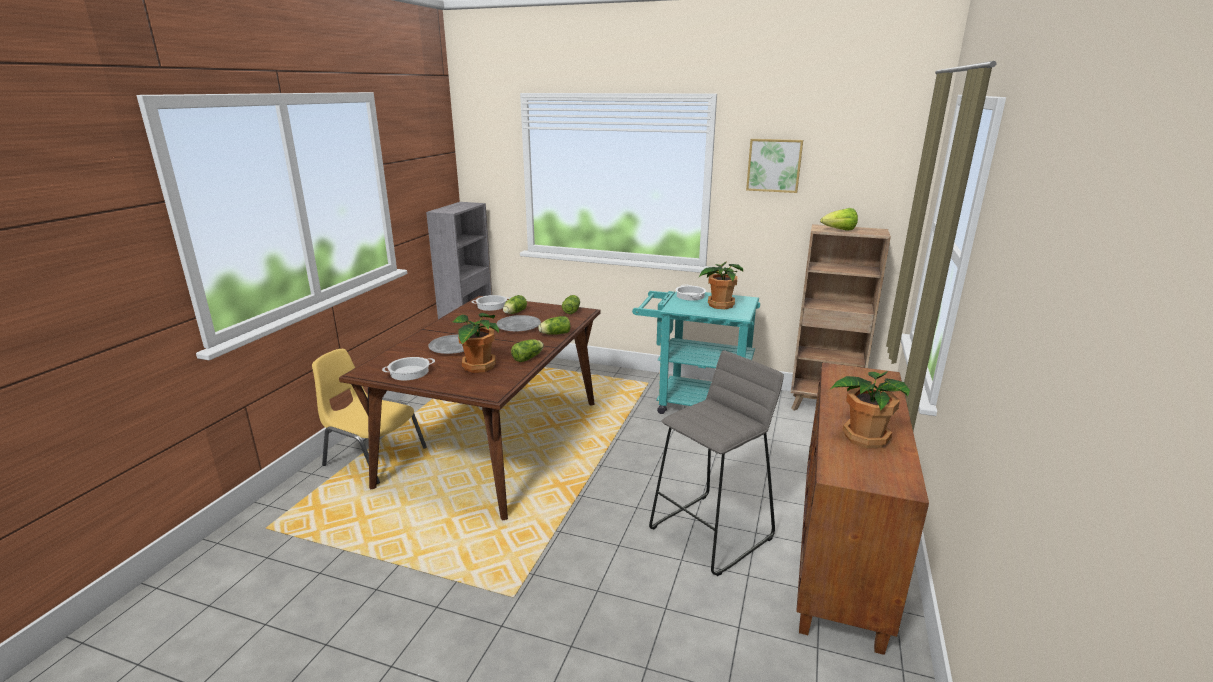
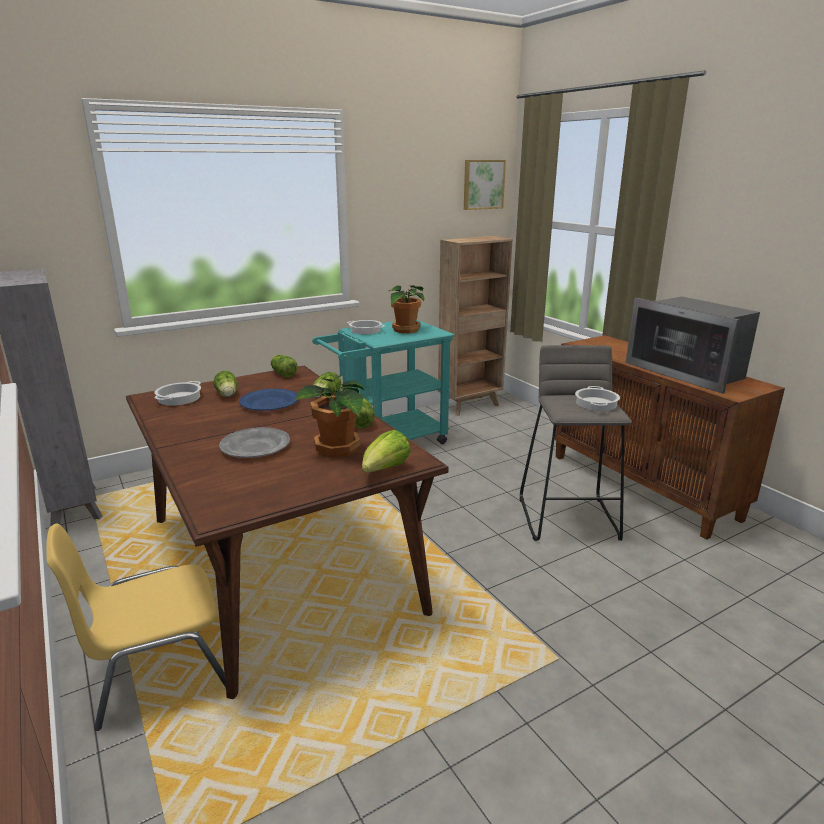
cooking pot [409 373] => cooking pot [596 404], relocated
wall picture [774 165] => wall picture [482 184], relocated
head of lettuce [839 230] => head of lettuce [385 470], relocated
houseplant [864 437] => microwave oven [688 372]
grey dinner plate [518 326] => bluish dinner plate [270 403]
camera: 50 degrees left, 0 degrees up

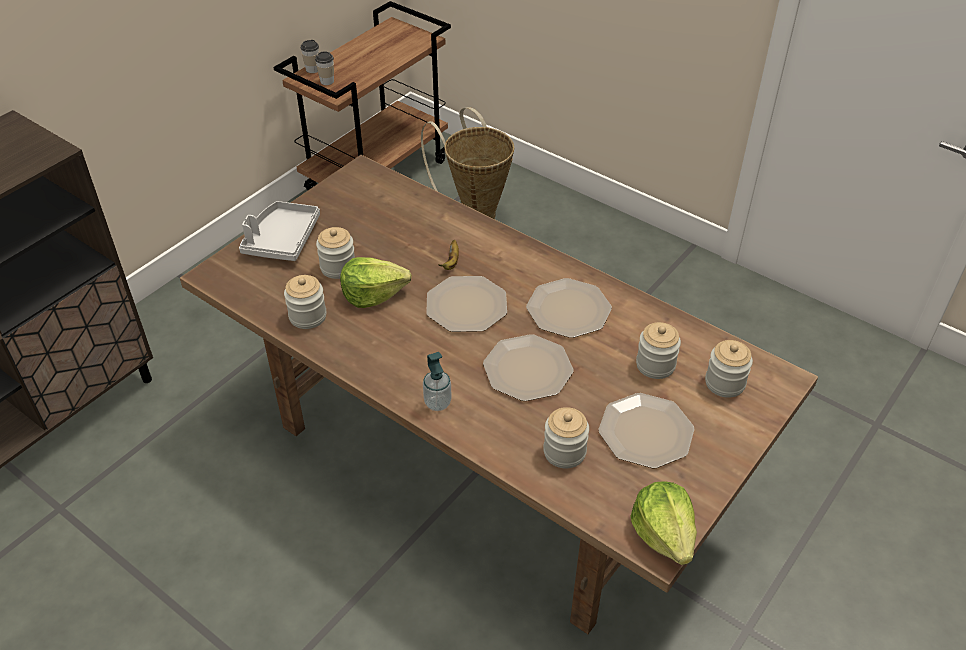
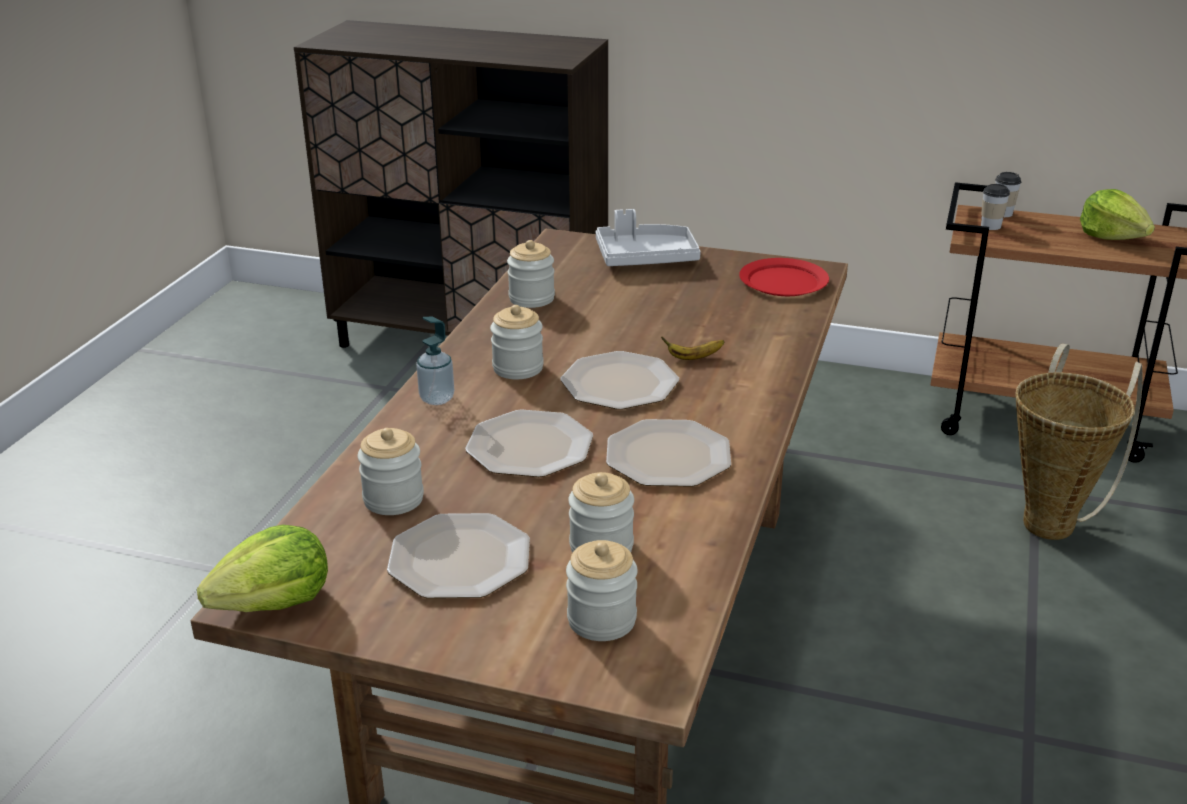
nothing => red dinner plate [783 282]
jar [338 267] => jar [518 368], relocated
head of lettuce [373 294] => head of lettuce [1112 236], relocated
camera: 70 degrees right, 15 degrees down

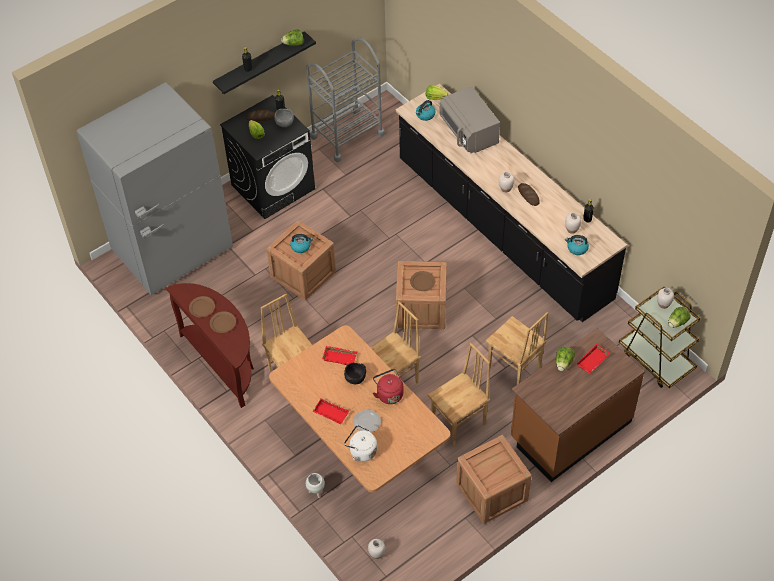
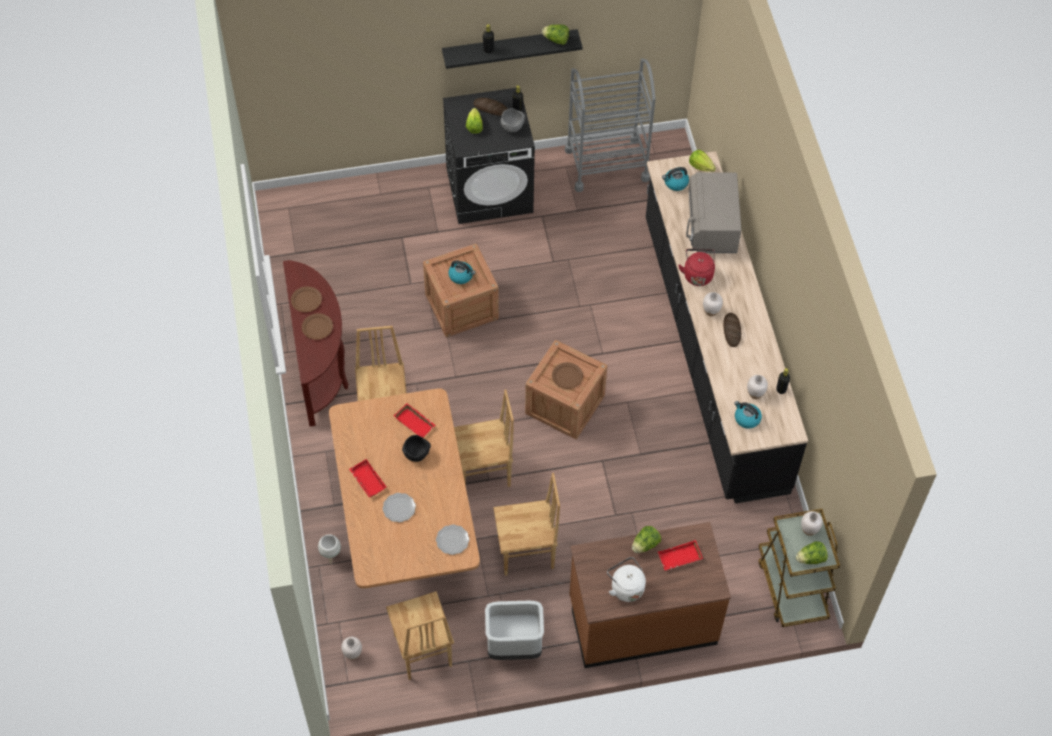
grey refrigerator [173 251] => nothing
nothing => dinner plate [452 540]
white water kettle [361 451] => white water kettle [625 587], relocated
red water kettle [389 393] => red water kettle [697 274], relocated
brownish chair [513 369] => brownish chair [422 651], relocated
crate [491 492] => grey rubbish bin [513 647]
camera: 25 degrees right, 5 degrees up

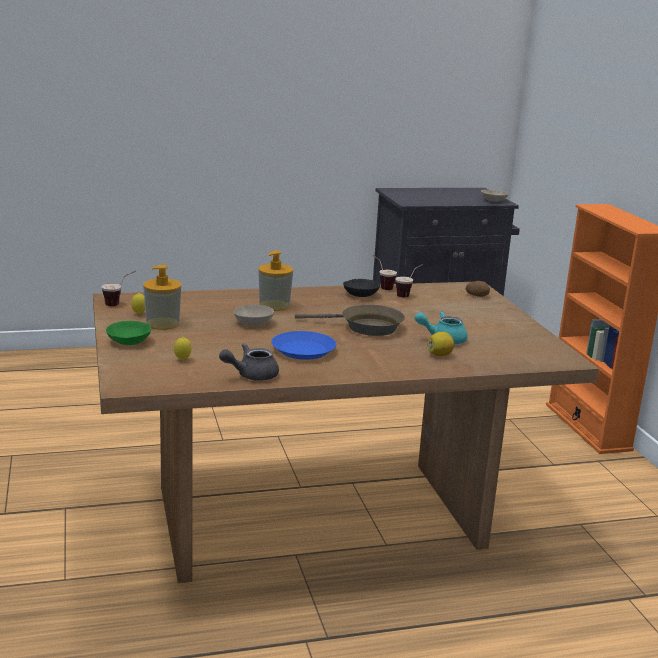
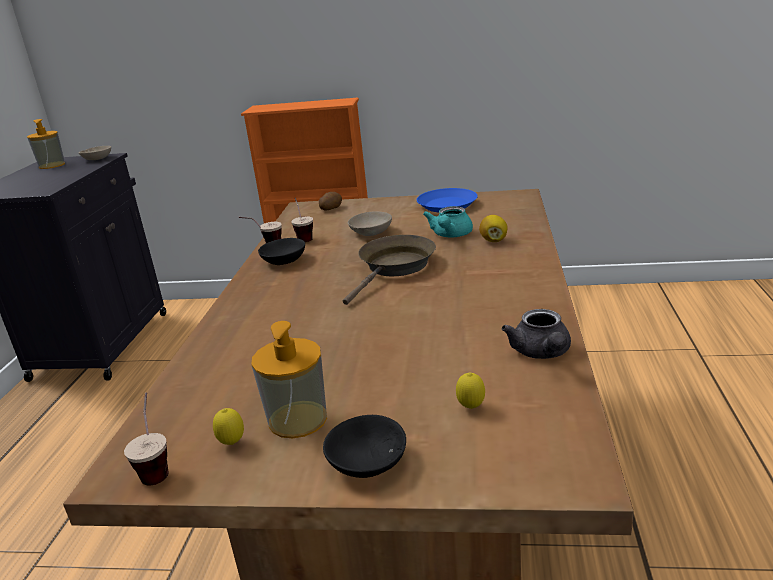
sand-coloured bowl [254 323] => sand-coloured bowl [372 232], relocated
soap dispenser [274 305] => soap dispenser [52 165], relocated
bluish dinner plate [302 350] => bluish dinner plate [447 205], relocated
green-coloured bowl [129 341] => black-coloured bowl [365 461]
camera: 65 degrees left, 5 degrees up

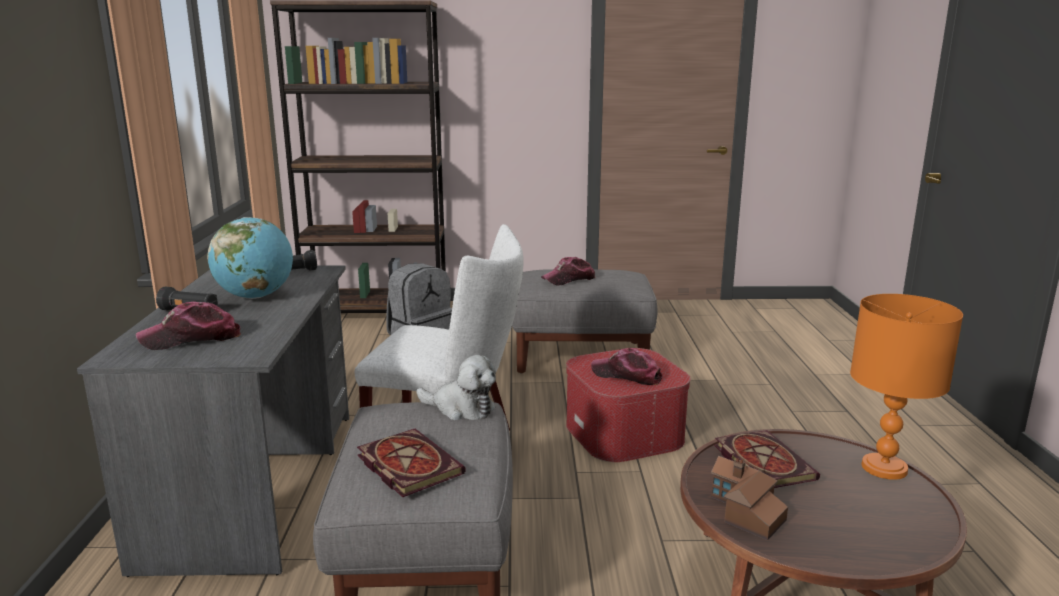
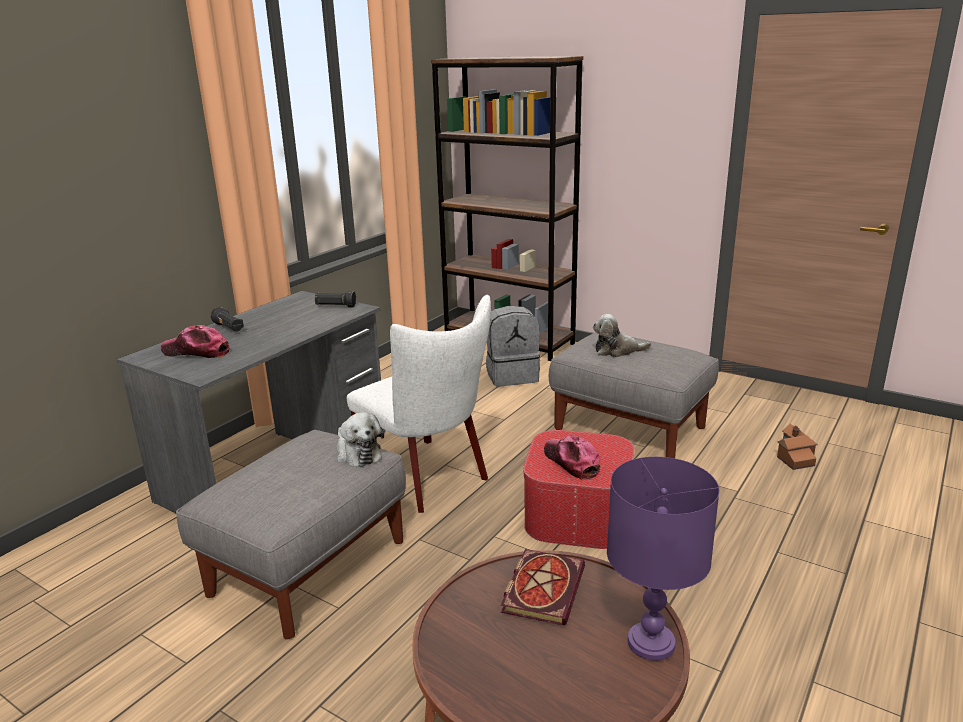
world globe [256 296] => nothing
book [406 465] => nothing
miniature house [744 512] => miniature house [794 456], relocated
baseball cap [569 279] => plush toy [617 351]
orange tabletop lamp [885 468] => purple tabletop lamp [651 643]
camera: 35 degrees right, 5 degrees up

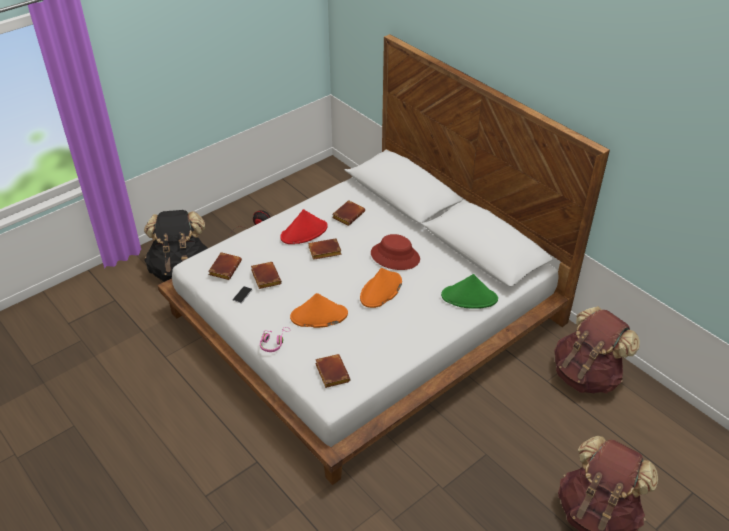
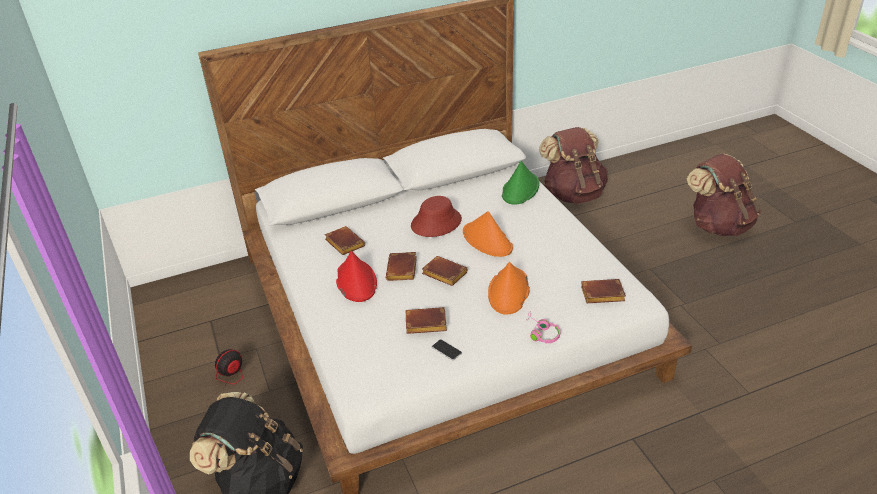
brownish book [224 268] => brownish book [443 274], relocated
camera: 70 degrees left, 5 degrees down

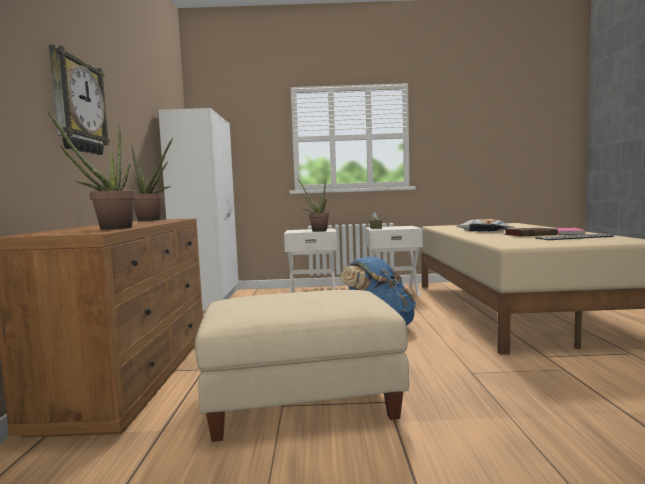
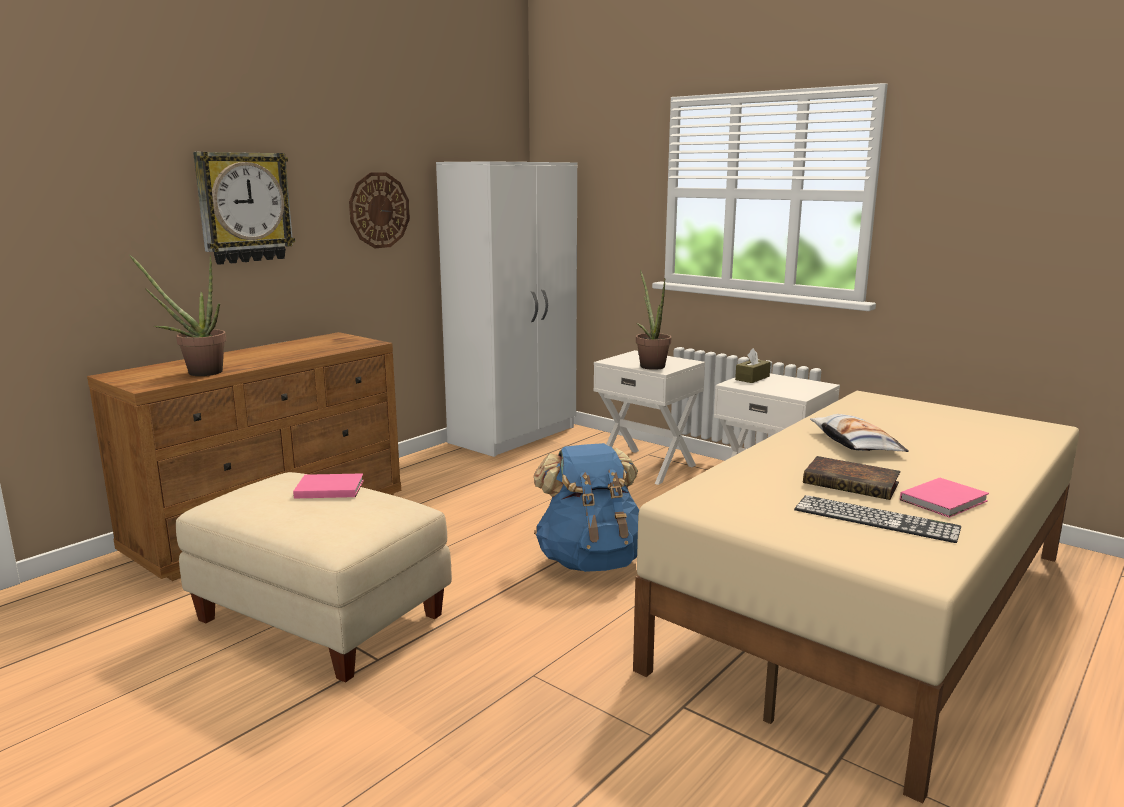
houseplant [152 220] => nothing
nothing => pink-coloured book [328 489]
nothing => hanging clock [379 210]
camera: 40 degrees right, 10 degrees up

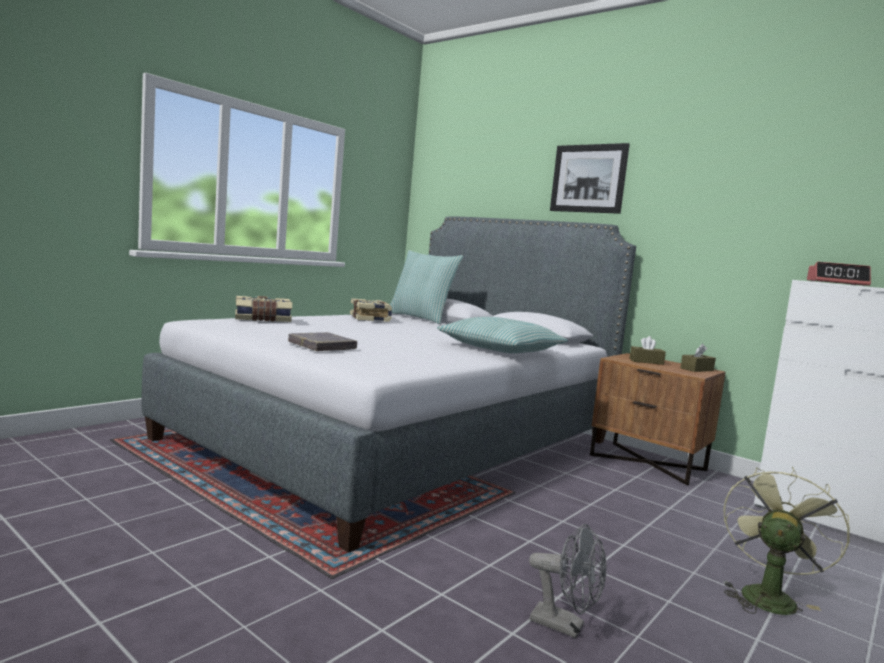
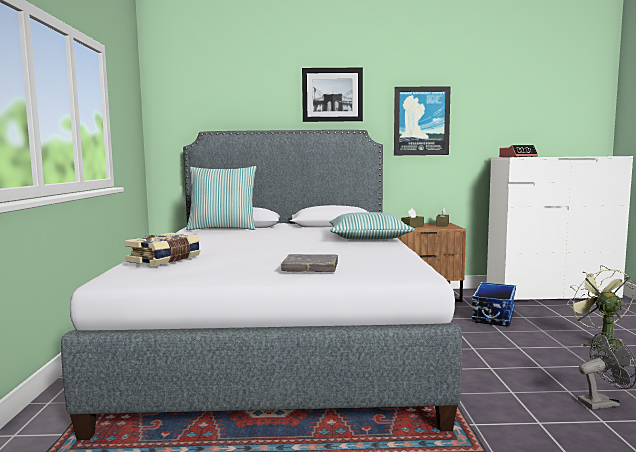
book [371 319] => nothing
nothing => wall picture [421 121]
nothing => storage box [493 315]
camera: 40 degrees left, 0 degrees up

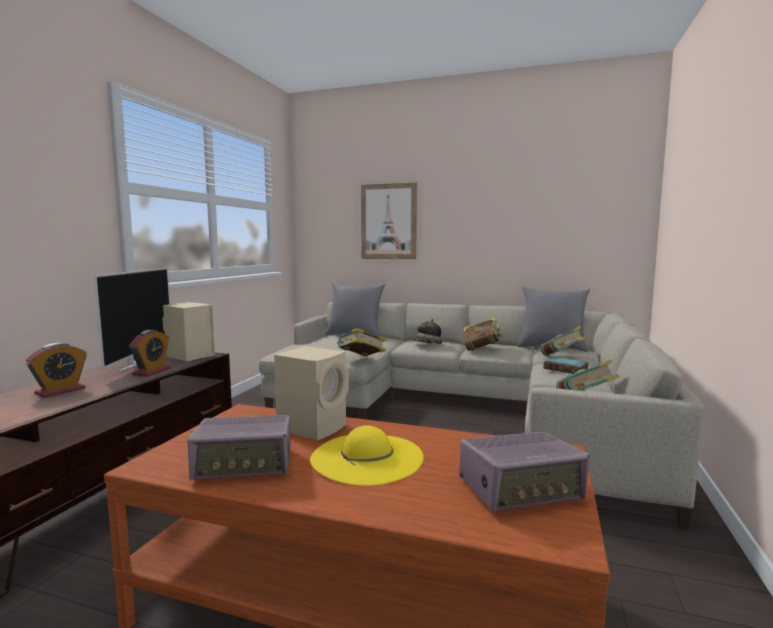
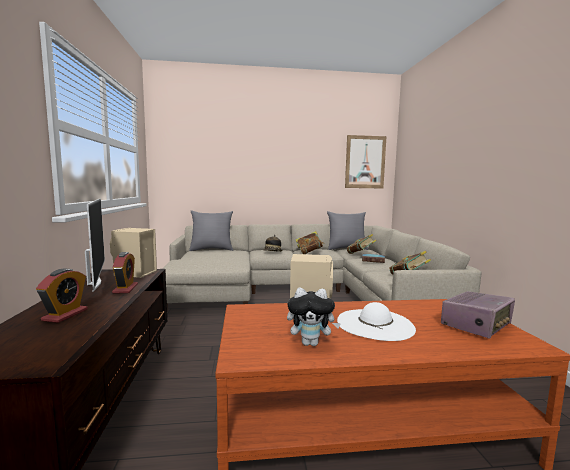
book [361 359] => nothing
wall picture [388 221] => wall picture [365 162], relocated
radio [245 465] => plush toy [311 343]
yellowish wearable hat [367 458] => white wearable hat [375 324]
camera: 25 degrees left, 0 degrees up

